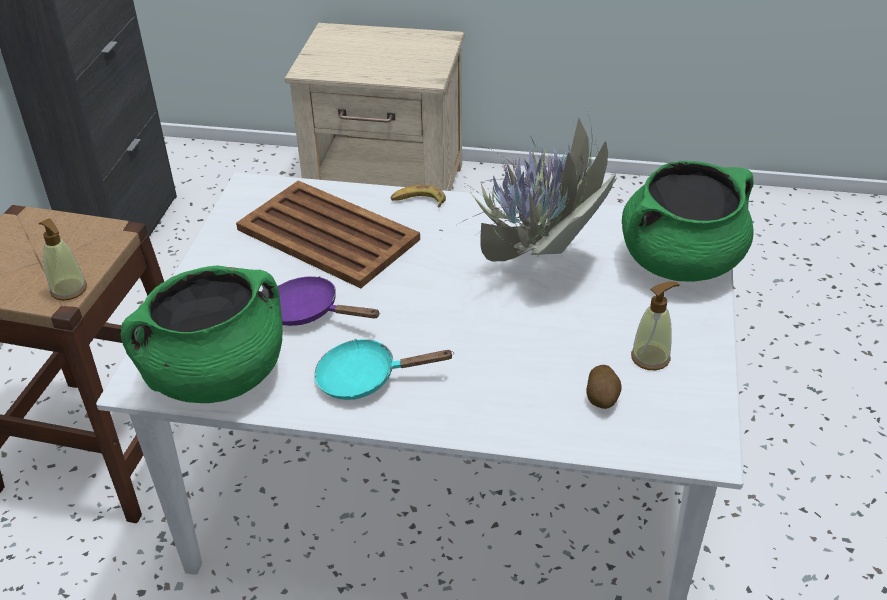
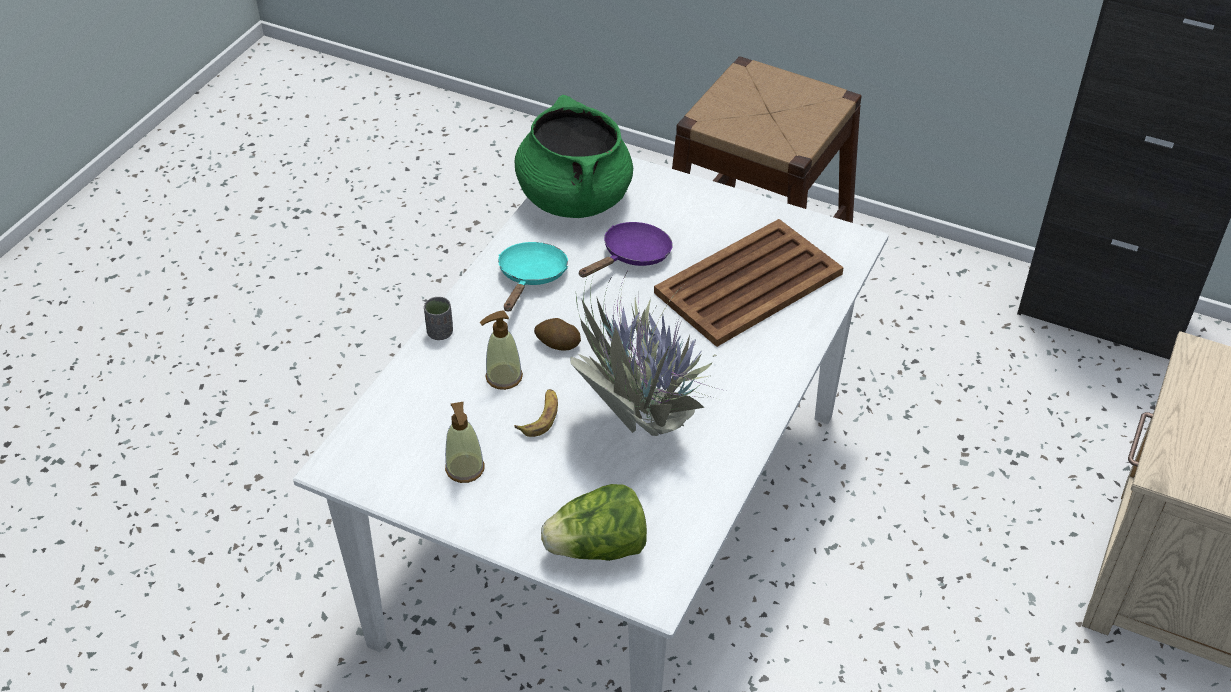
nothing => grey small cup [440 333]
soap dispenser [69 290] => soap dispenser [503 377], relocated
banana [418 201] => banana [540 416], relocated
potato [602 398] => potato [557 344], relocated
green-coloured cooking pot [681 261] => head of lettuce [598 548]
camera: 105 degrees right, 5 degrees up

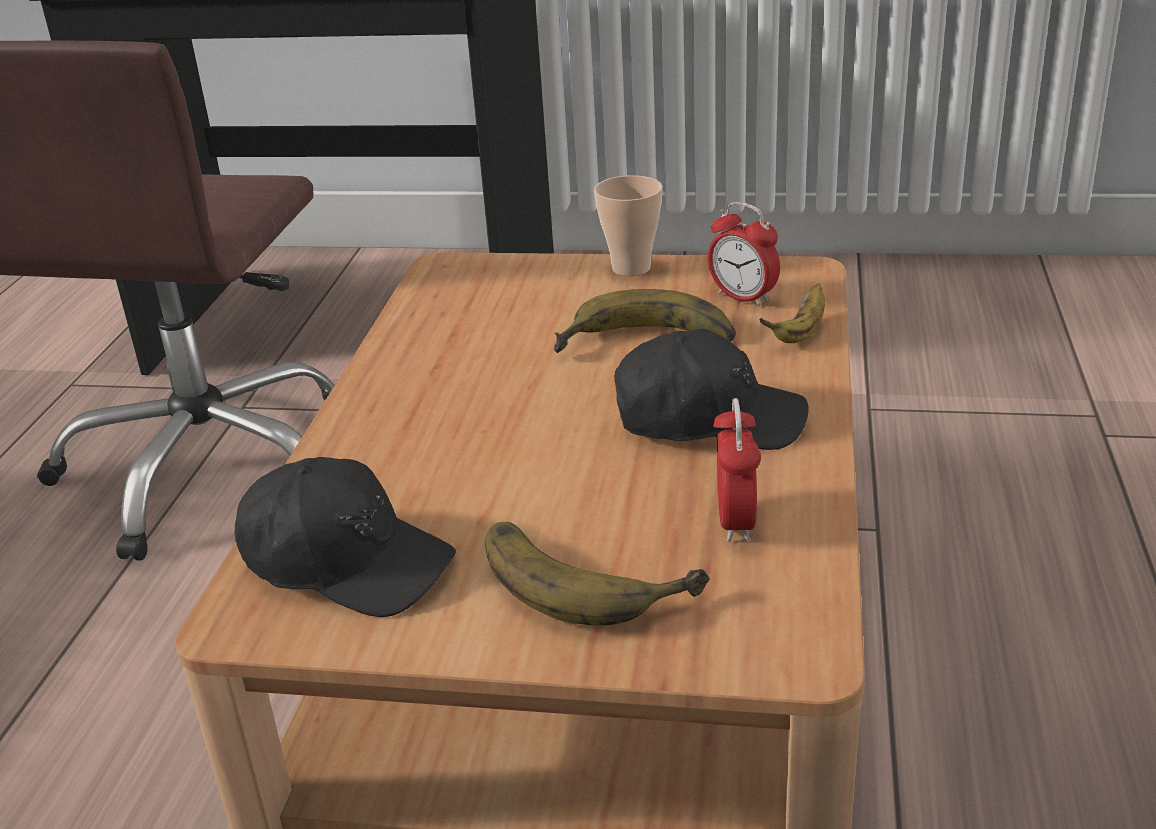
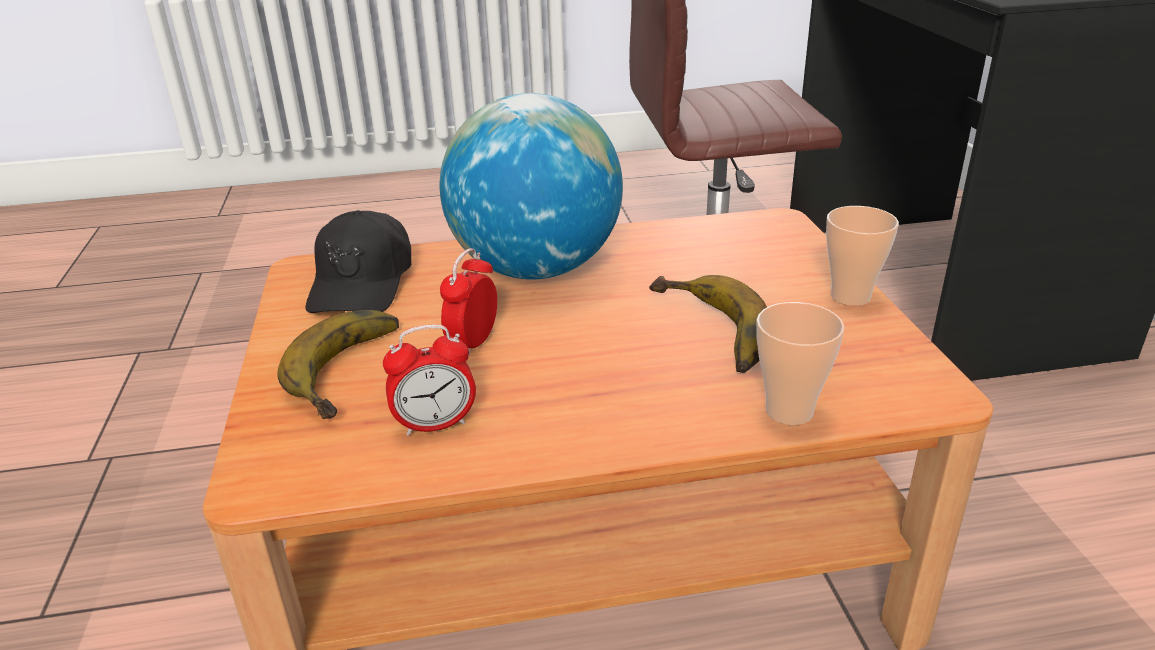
black-coloured baseball cap [707 419] => nothing
nothing => world globe [535 269]
table clock [743 297] => table clock [473 342], relocated
banana [800 333] => small cup [789 411]
camera: 70 degrees right, 0 degrees up

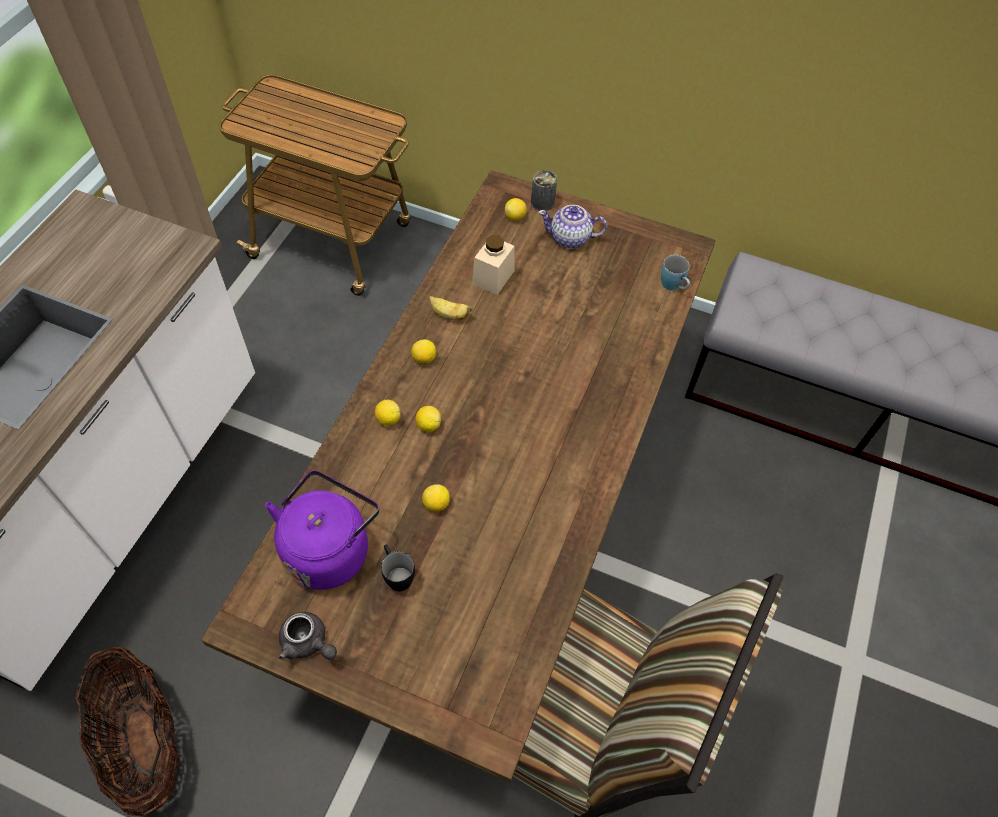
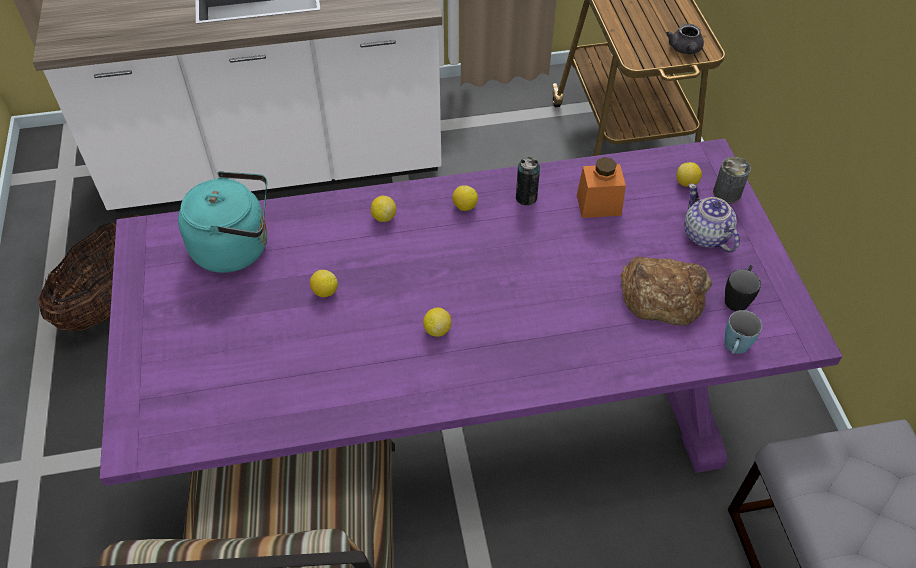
nothing => baked bread [663 294]
grey tea pot [308 643] => grey tea pot [685 50], relocated
black-coloured tea mug [396 574] => black-coloured tea mug [737 297], relocated
citrus fruit [428 425] => citrus fruit [437 329], relocated
banana [449 315] => sealed can [526 198]
brownish kitchen table [493 511] => purple kitchen table [457 409]
purple water kettle [329 548] => turquoise water kettle [236 247]
sand-coloured jar [493 277] => orange jar [598 205]
camera: 60 degrees right, 5 degrees down

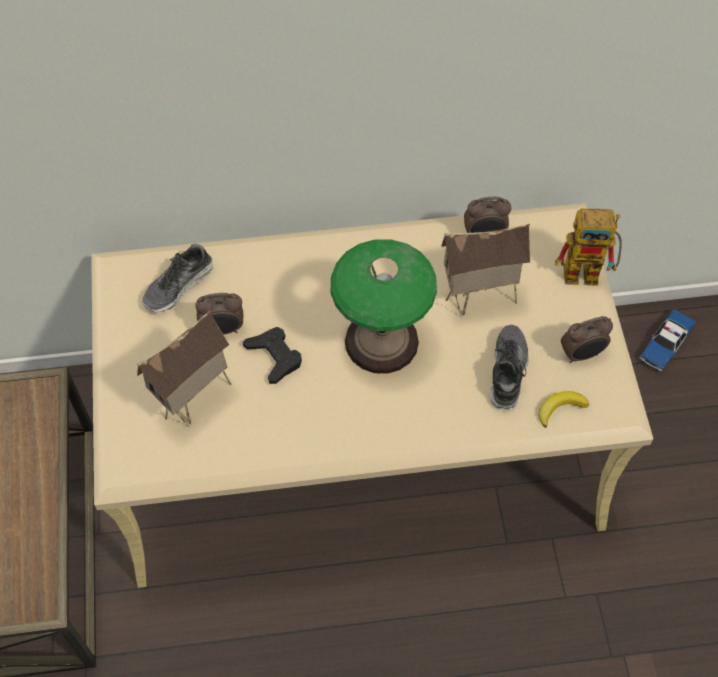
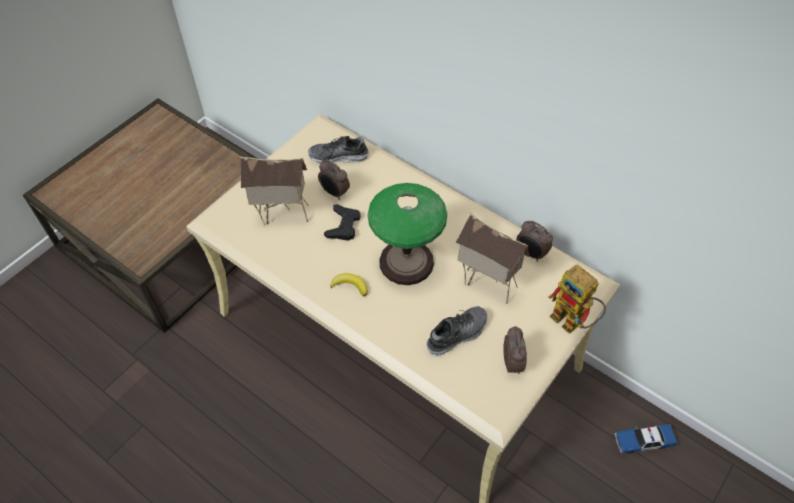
banana [560 408] => banana [350 286], relocated
table clock [582 354] => table clock [512 363], 120 degrees counterclockwise
camera: 45 degrees right, 5 degrees down

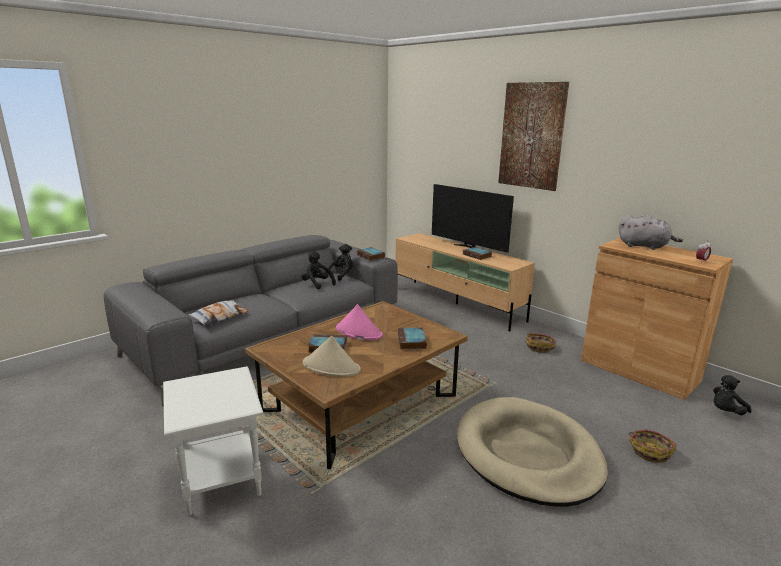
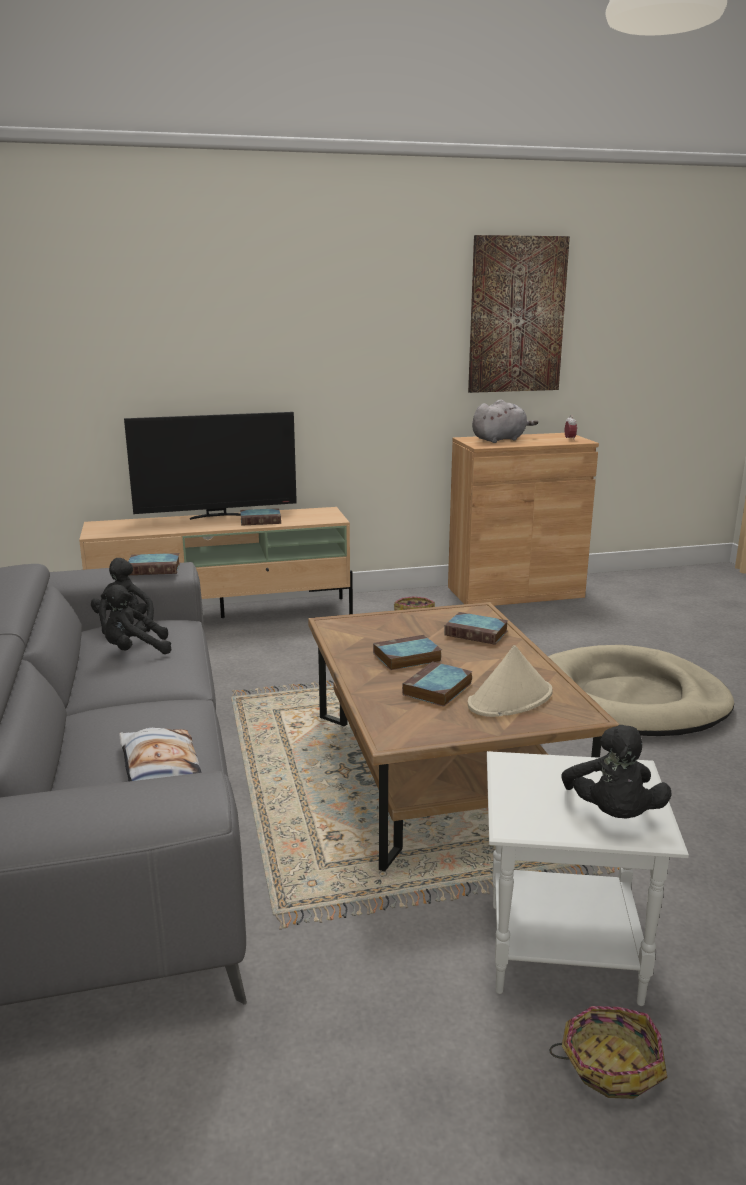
wall picture [532 136] => wall picture [516 315], relocated
basket [650 451] => basket [610 1064], relocated
black-coloured plush toy [725 412] => black-coloured plush toy [612 814], relocated
pink-coloured wearable hat [358 332] => book [406 658]
camera: 60 degrees left, 0 degrees up

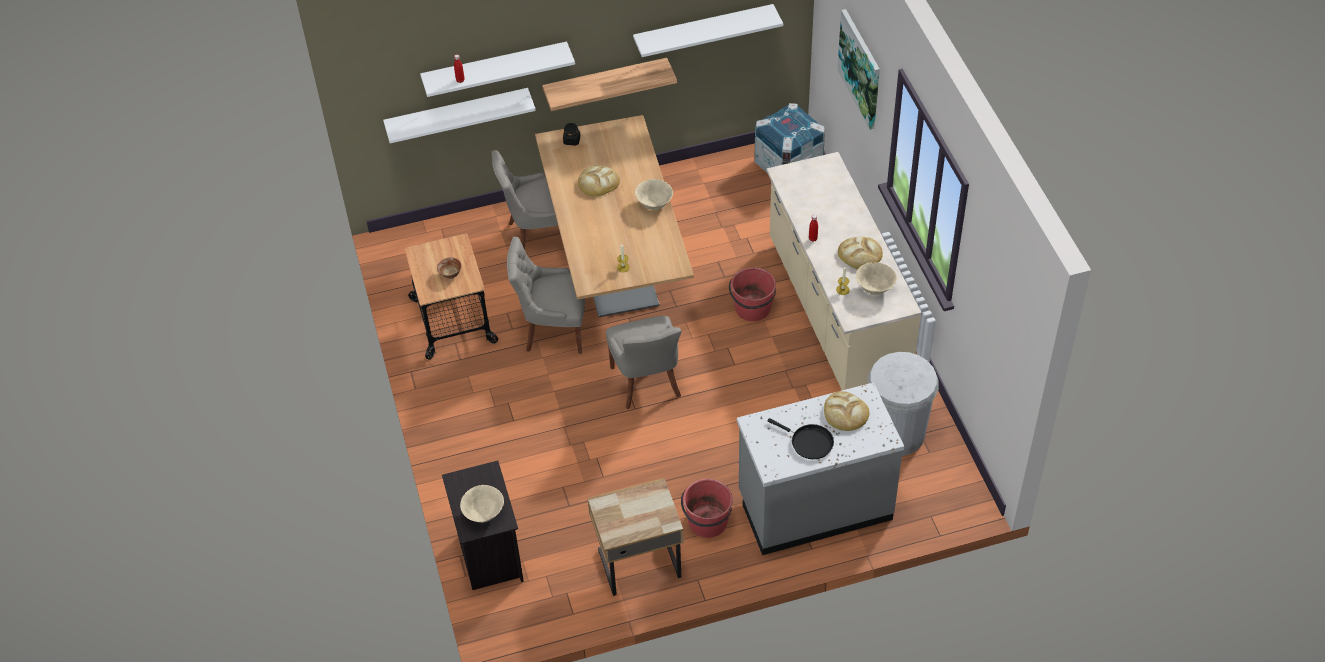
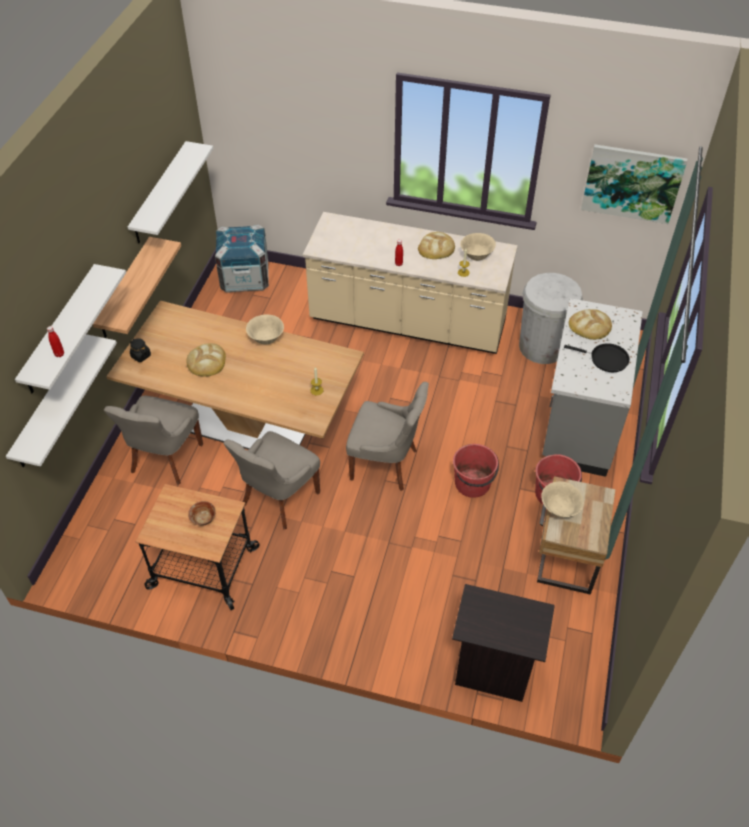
sand-coloured bowl [484 514] => sand-coloured bowl [559 509], relocated
red bucket [752 308] => red bucket [473 484], relocated
wall picture [860 68] => wall picture [632 183], relocated
black-coloured pan [809 442] => black-coloured pan [606 359], 45 degrees clockwise
camera: 60 degrees left, 0 degrees up

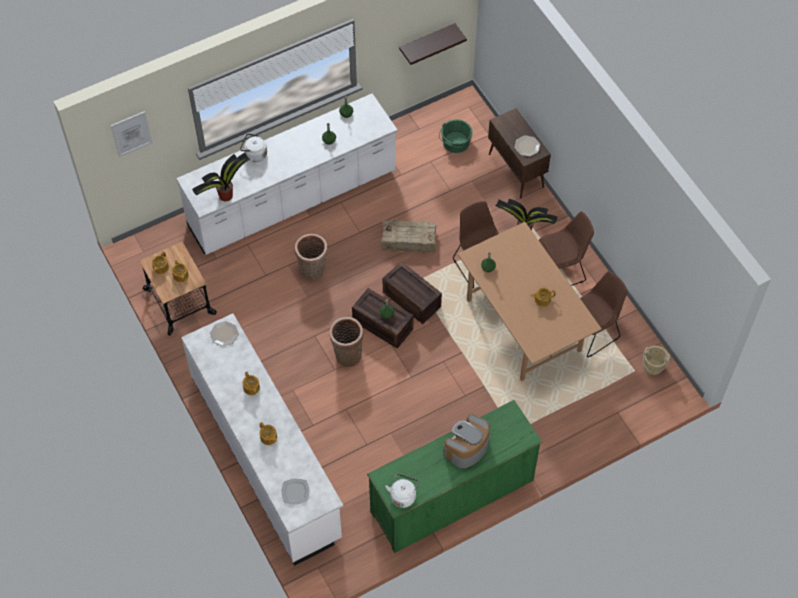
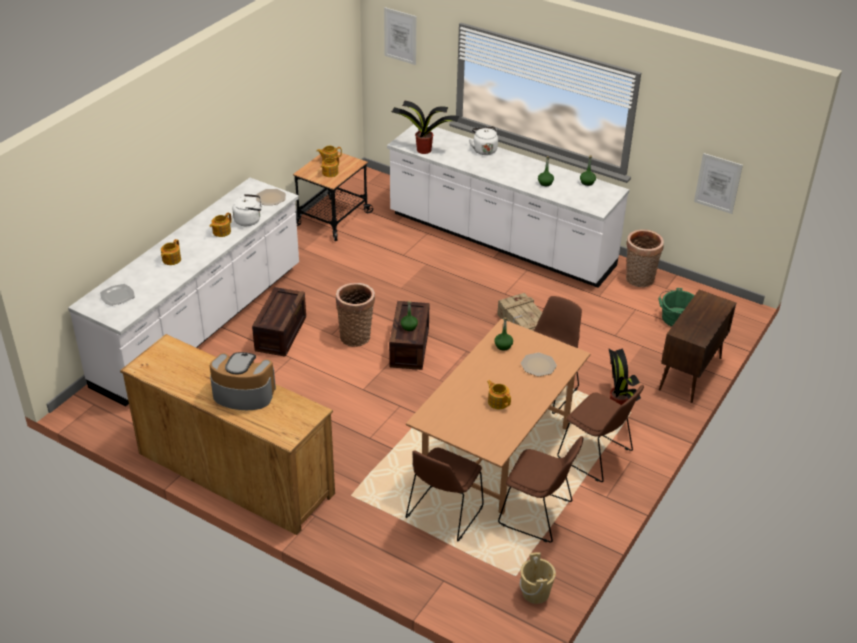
nothing => brownish chair [443 514]
basket [313 271] => basket [639 280], relocated
crate [413 299] => crate [281 334], relocated
white water kettle [403 495] => white water kettle [249 220], relocated
dinner plate [527 146] => dinner plate [538 365], relocated
wall shelf [427 41] => wall picture [718 183]
green-coloured chest of drawers [452 496] => brownish chest of drawers [235 473]
camera: 60 degrees right, 20 degrees down

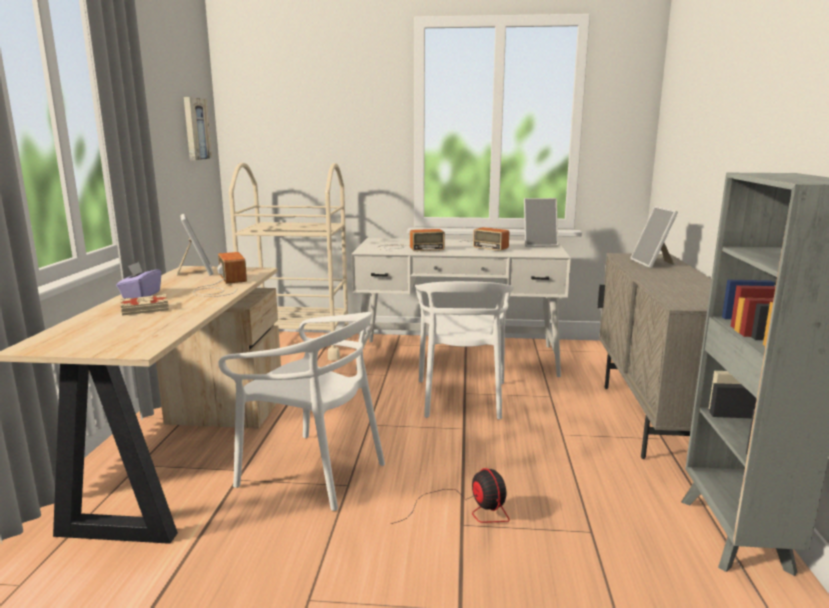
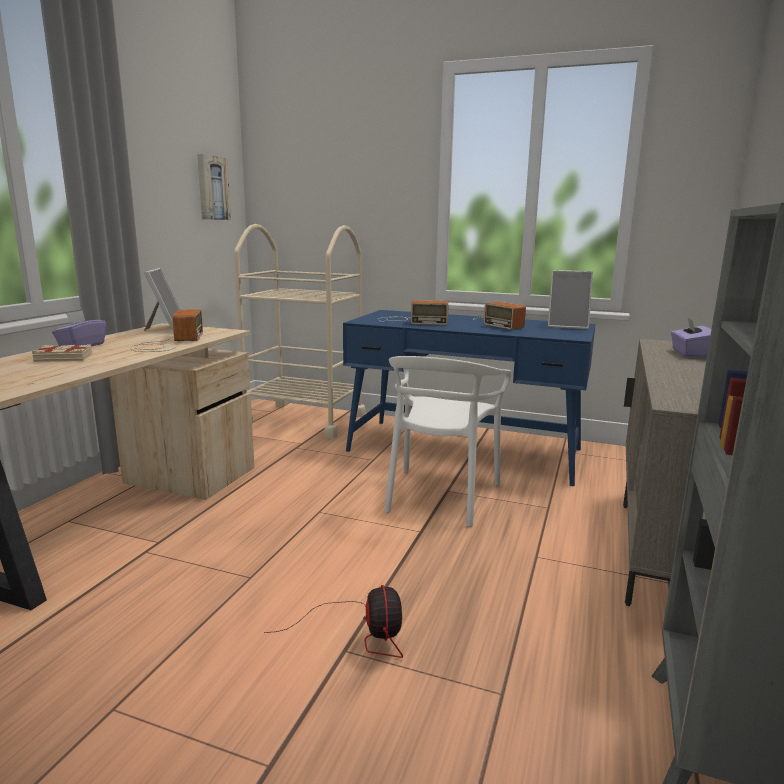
white chair [312 472] => nothing
photo frame [653 263] => purple tissue box [689 354]
white desk [458 357] => bluish desk [464 450]
camera: 15 degrees right, 0 degrees up

